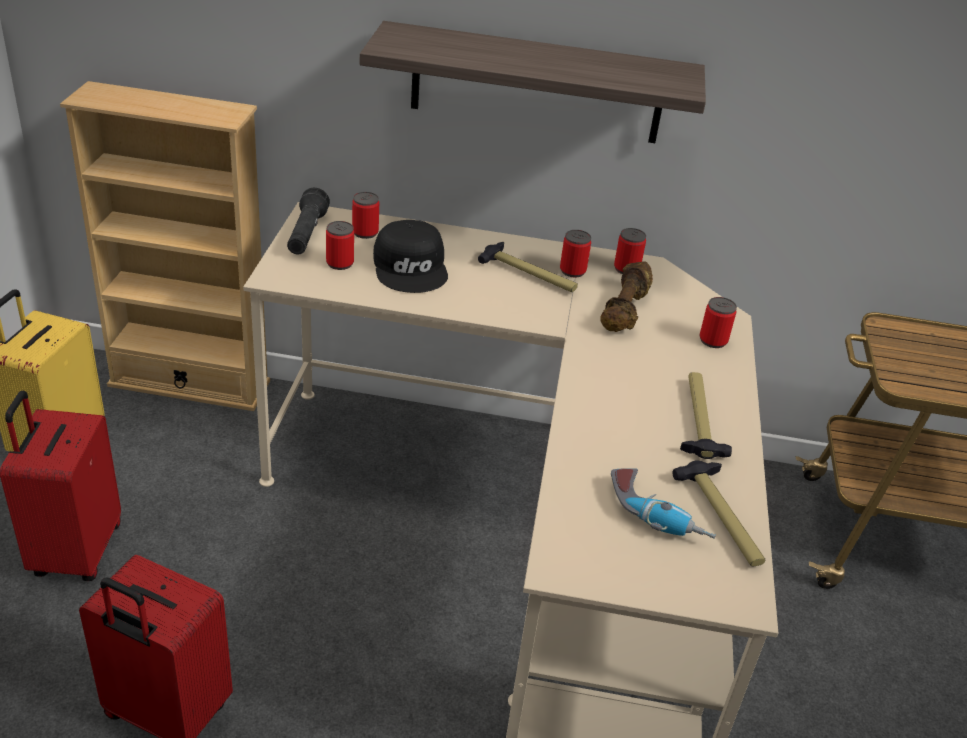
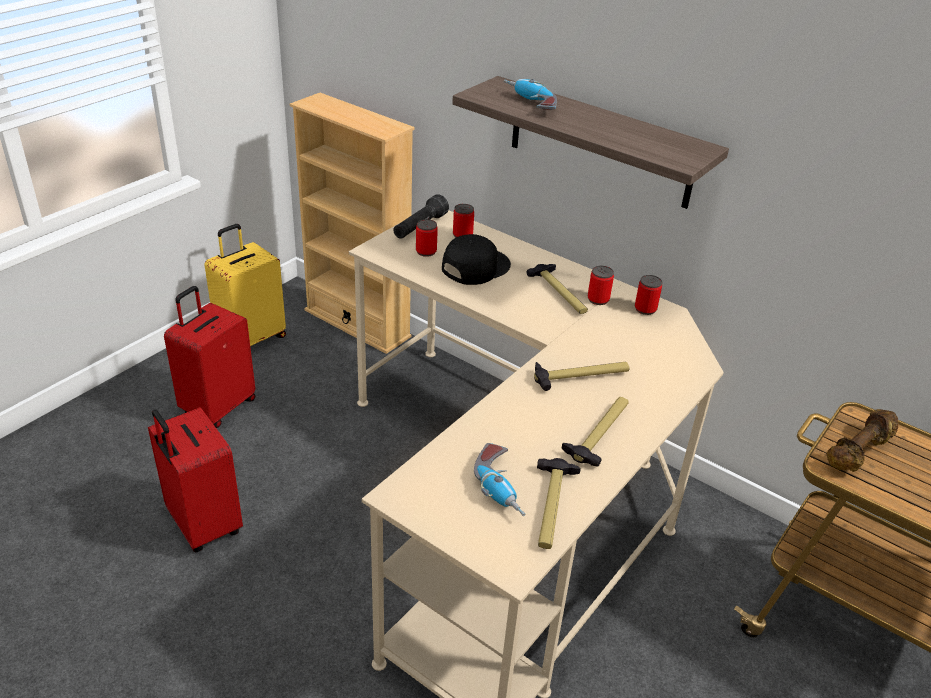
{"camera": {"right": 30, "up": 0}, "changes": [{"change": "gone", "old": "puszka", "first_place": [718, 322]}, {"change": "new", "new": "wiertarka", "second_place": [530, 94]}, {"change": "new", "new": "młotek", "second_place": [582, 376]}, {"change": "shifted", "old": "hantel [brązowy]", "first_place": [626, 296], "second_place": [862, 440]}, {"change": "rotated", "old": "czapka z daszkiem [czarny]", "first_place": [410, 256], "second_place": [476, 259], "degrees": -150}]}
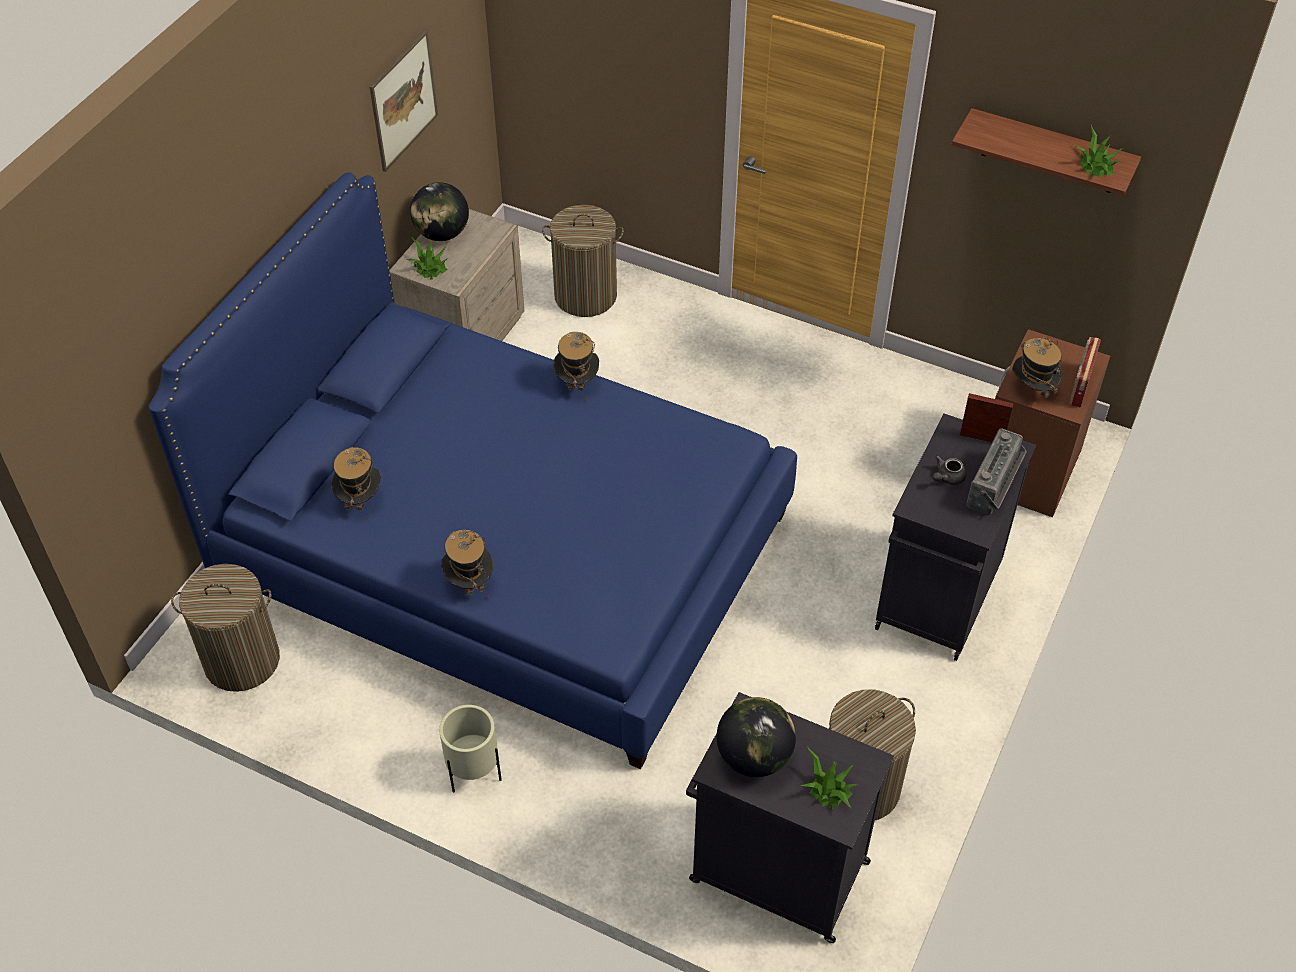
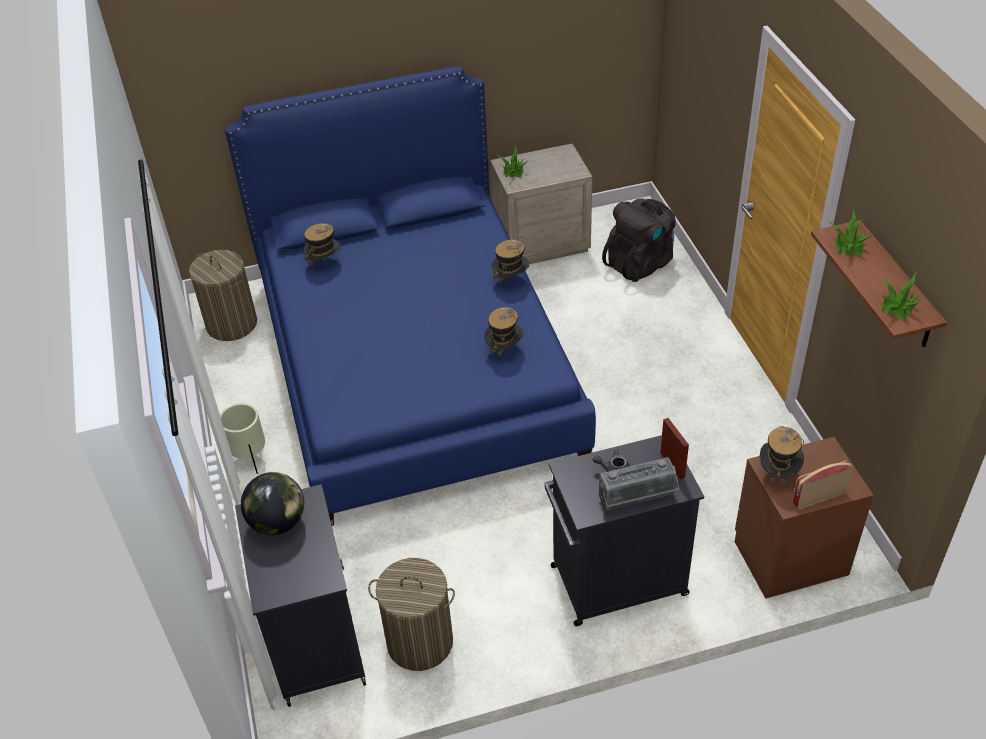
{"camera": {"right": 50, "up": -5}, "changes": [{"change": "gone", "old": "obraz", "first_place": [403, 101]}, {"change": "gone", "old": "globus", "first_place": [439, 211]}, {"change": "shifted", "old": "kapelusz", "first_place": [467, 562], "second_place": [504, 331]}, {"change": "shifted", "old": "roślina doniczkowa", "first_place": [829, 778], "second_place": [851, 232]}, {"change": "swapped", "old": "kosz na pranie", "new": "plecak [czarny]", "first_place": [583, 261], "second_place": [639, 240]}]}
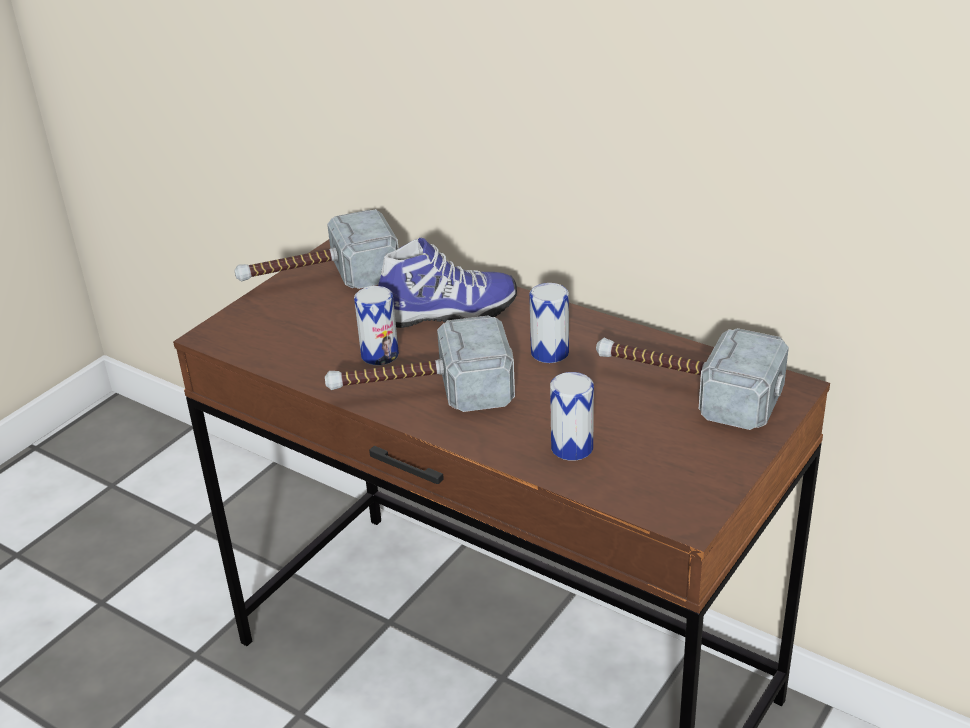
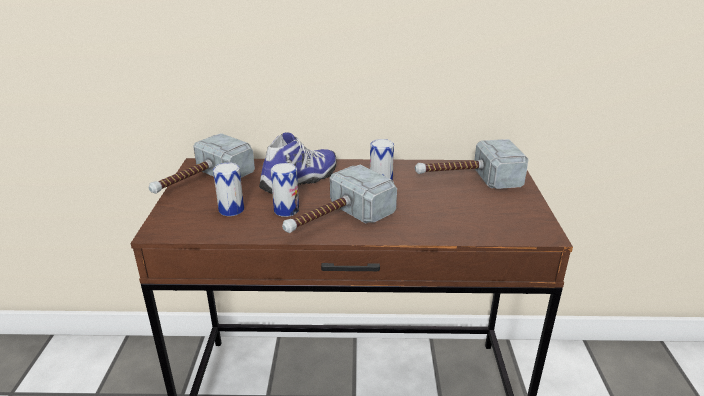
{"camera": {"right": -35, "up": -5}, "changes": [{"change": "shifted", "old": "puszka", "first_place": [572, 416], "second_place": [228, 189]}]}
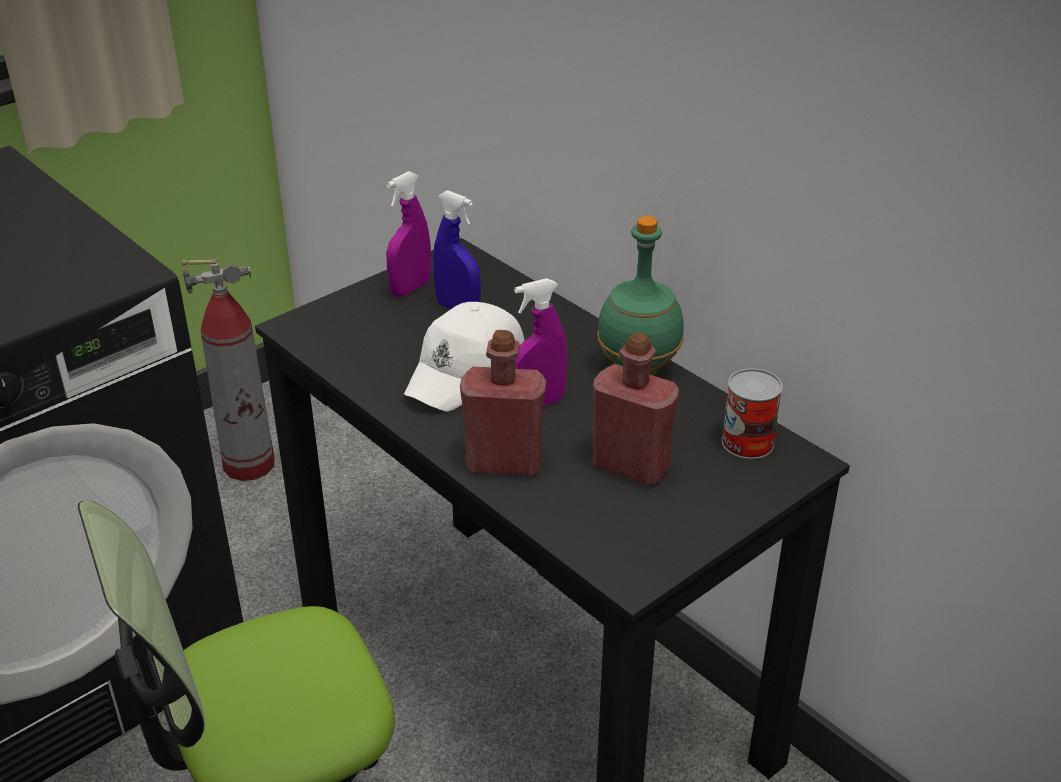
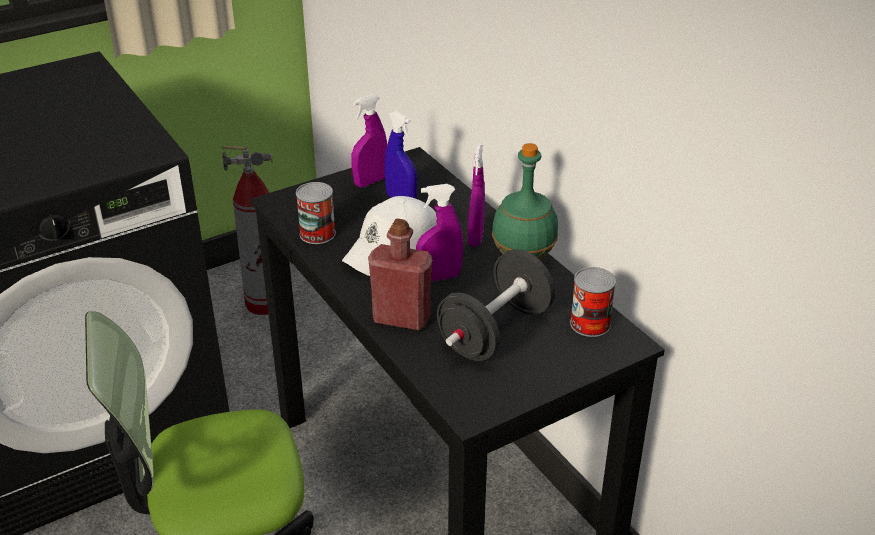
{"camera": {"right": 10, "up": 0}, "changes": [{"change": "new", "new": "puszka", "second_place": [316, 213]}, {"change": "new", "new": "spryskiwacz [fioletowy]", "second_place": [476, 196]}, {"change": "swapped", "old": "butelka [czerwony]", "new": "hantel [czarny]", "first_place": [636, 409], "second_place": [496, 305]}]}
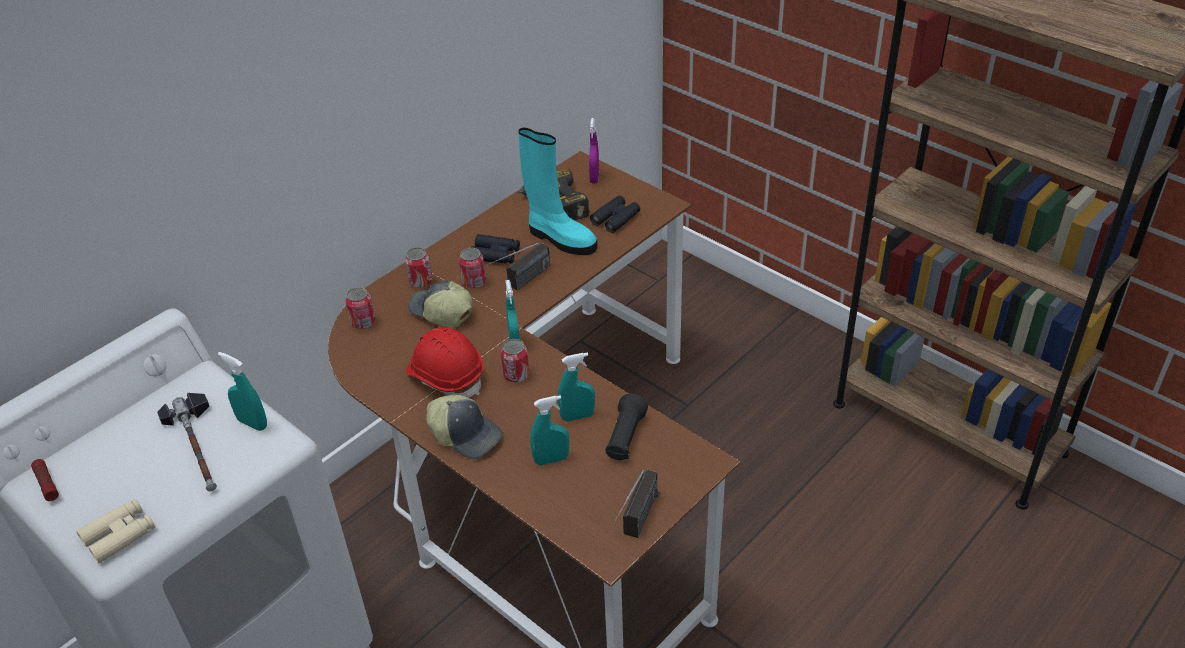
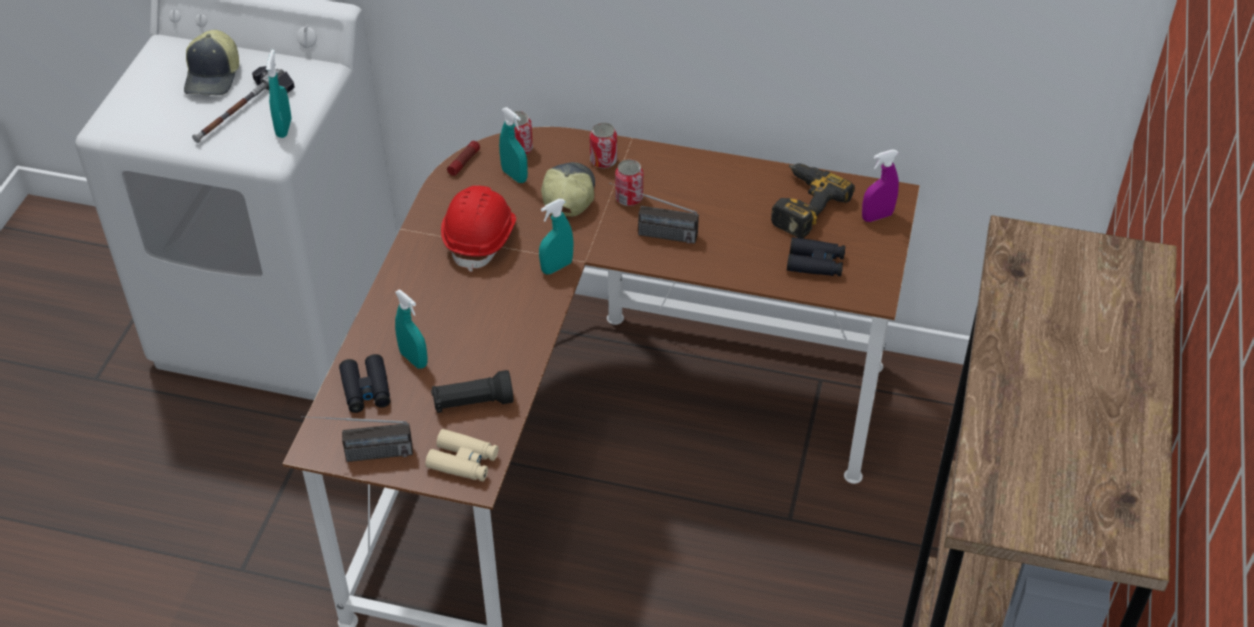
{"camera": {"right": 60, "up": 5}, "changes": [{"change": "gone", "old": "puszka", "first_place": [515, 361]}, {"change": "gone", "old": "but z cholewką [turkusowy]", "first_place": [557, 191]}, {"change": "shifted", "old": "latarka", "first_place": [45, 480], "second_place": [463, 158]}, {"change": "shifted", "old": "lornetka [beżowy]", "first_place": [115, 531], "second_place": [461, 455]}, {"change": "shifted", "old": "czapka z daszkiem", "first_place": [464, 426], "second_place": [211, 62]}, {"change": "shifted", "old": "lornetka [czarny]", "first_place": [495, 249], "second_place": [364, 383]}, {"change": "shifted", "old": "spryskiwacz [turkusowy]", "first_place": [576, 386], "second_place": [513, 145]}]}
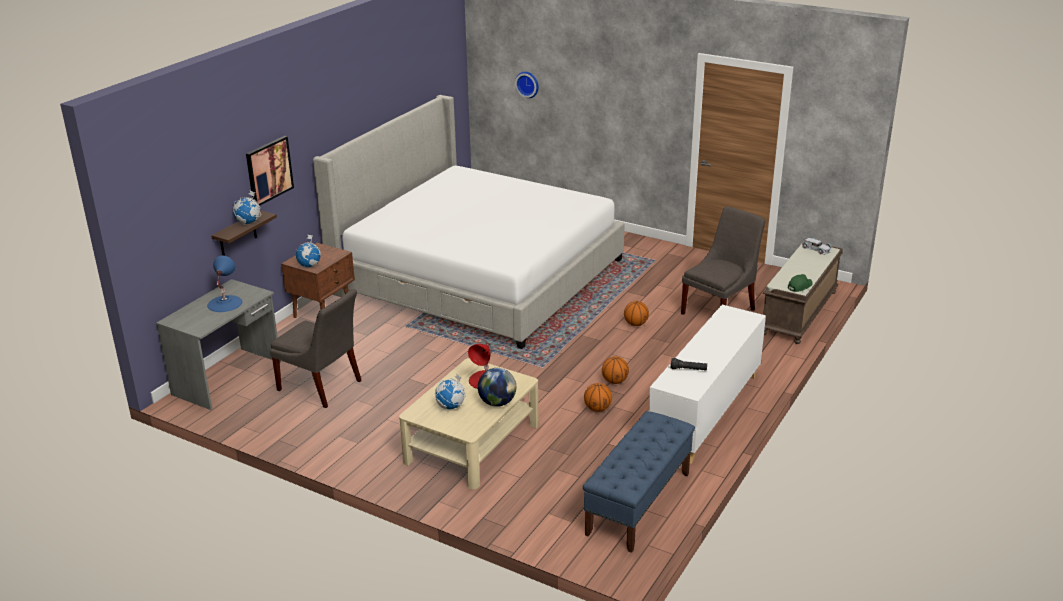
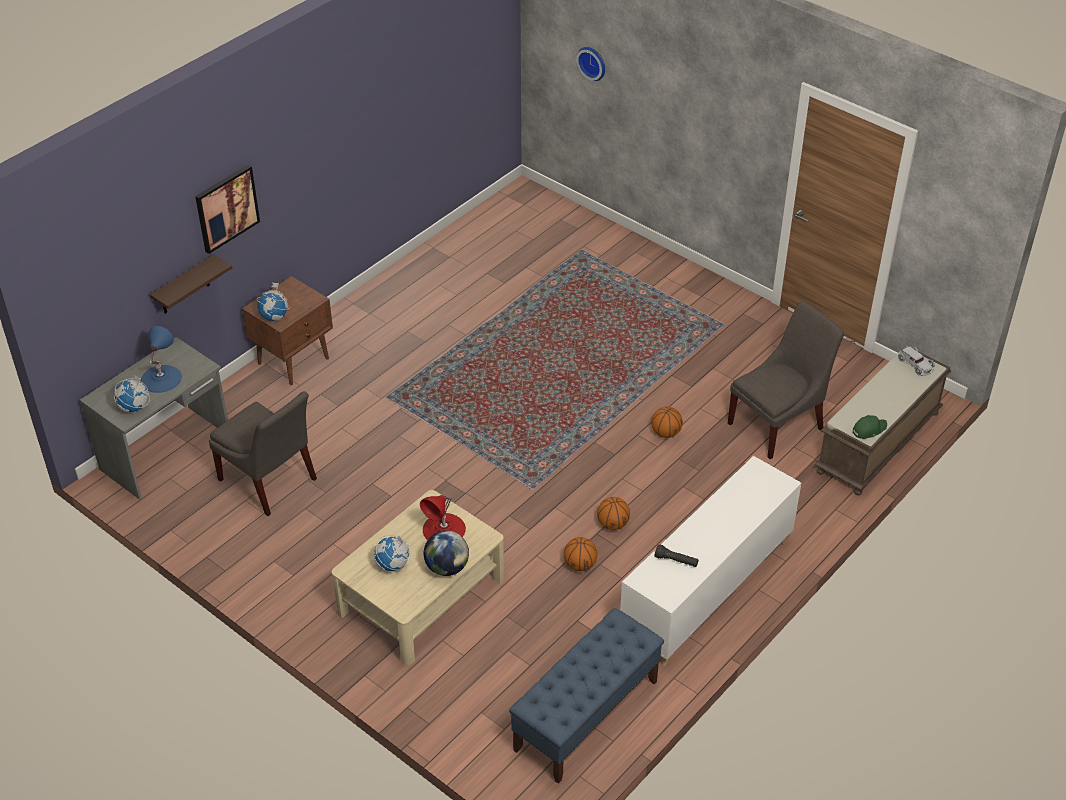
{"camera": {"right": 10, "up": 15}, "changes": [{"change": "gone", "old": "łóżko", "first_place": [469, 222]}, {"change": "shifted", "old": "globus", "first_place": [247, 207], "second_place": [132, 393]}]}
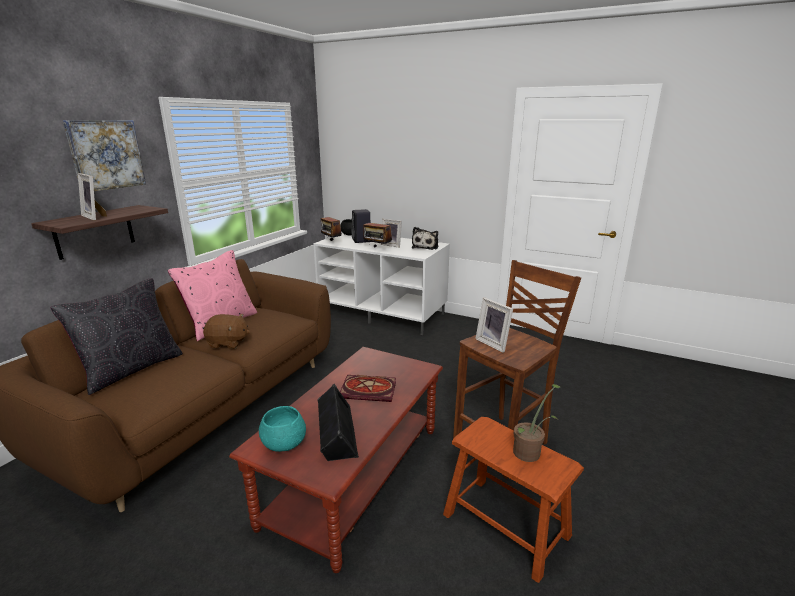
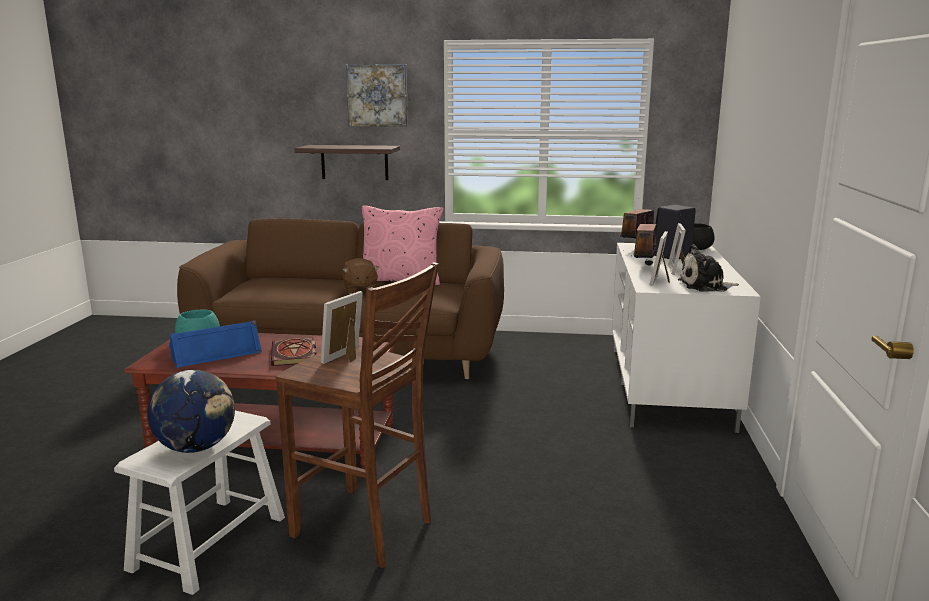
{"camera": {"right": 70, "up": -5}, "changes": [{"change": "gone", "old": "poduszka [czarny]", "first_place": [116, 336]}, {"change": "shifted", "old": "ramka na zdjęcie", "first_place": [92, 196], "second_place": [660, 258]}, {"change": "swapped", "old": "roślina doniczkowa", "new": "globus", "first_place": [536, 423], "second_place": [191, 411]}, {"change": "repainted", "old": "głośnik [czarny]", "new": "głośnik [niebieski]", "first_place": [338, 422], "second_place": [215, 344]}, {"change": "repainted", "old": "stołek [brązowy]", "new": "stołek [biały]", "first_place": [513, 500], "second_place": [199, 503]}]}
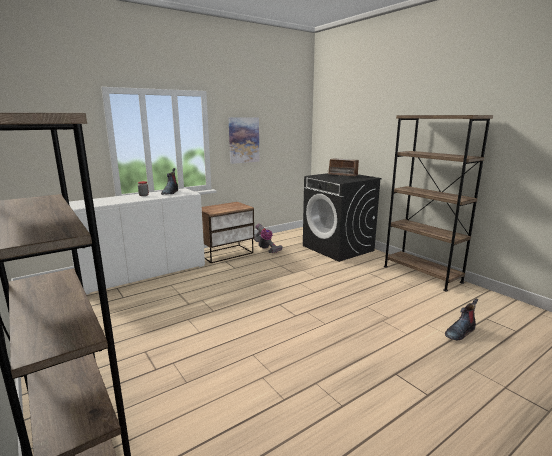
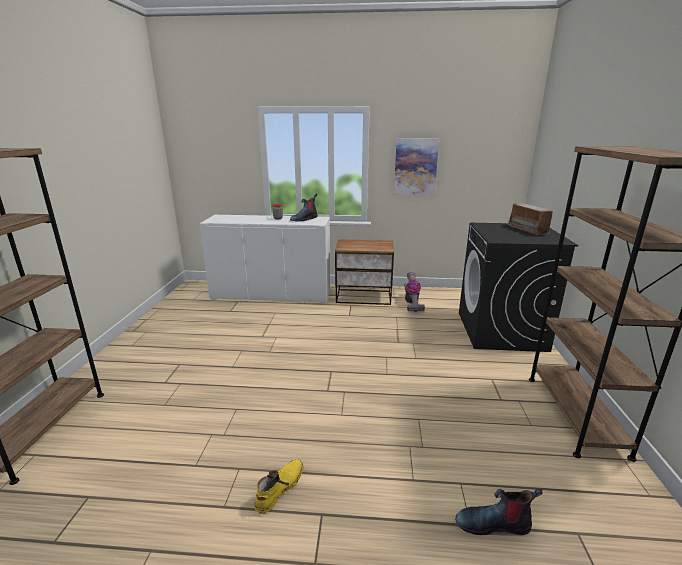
{"camera": {"right": 40, "up": 5}, "changes": [{"change": "new", "new": "but z cholewką [żółty]", "second_place": [279, 486]}]}
